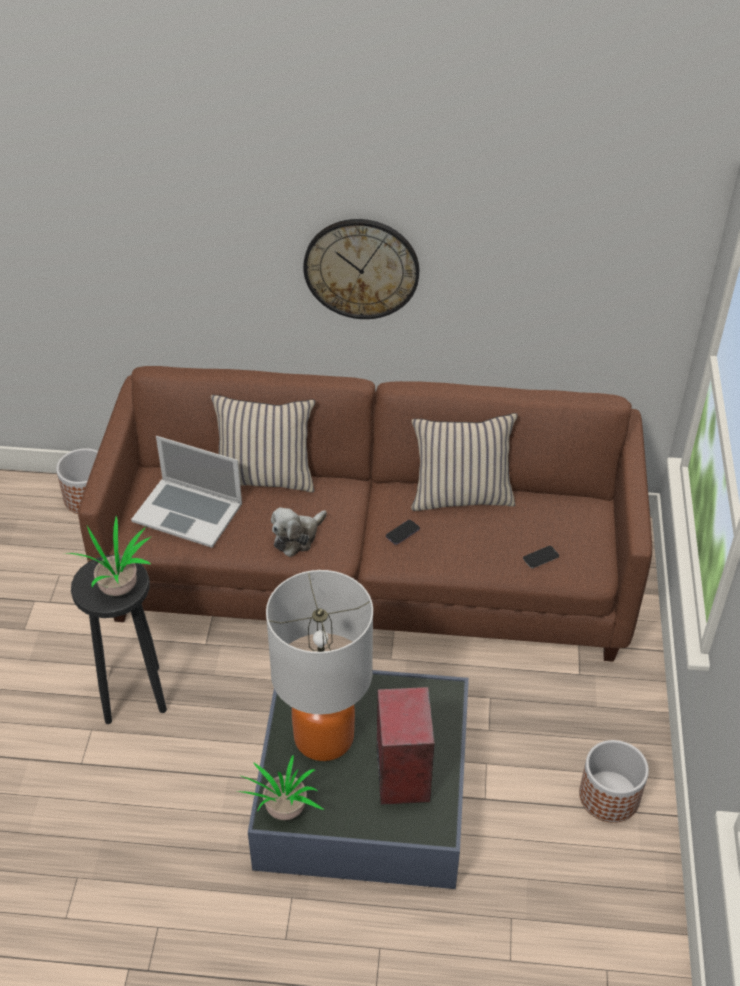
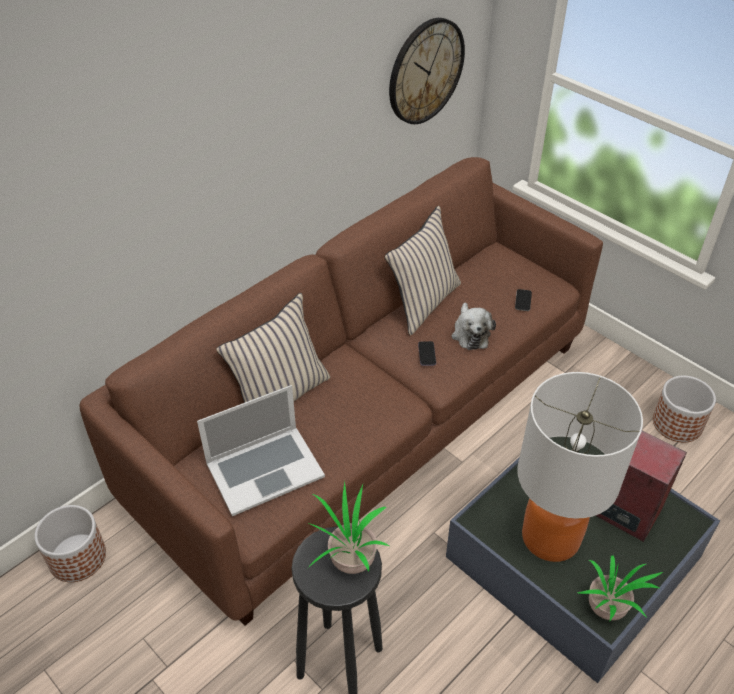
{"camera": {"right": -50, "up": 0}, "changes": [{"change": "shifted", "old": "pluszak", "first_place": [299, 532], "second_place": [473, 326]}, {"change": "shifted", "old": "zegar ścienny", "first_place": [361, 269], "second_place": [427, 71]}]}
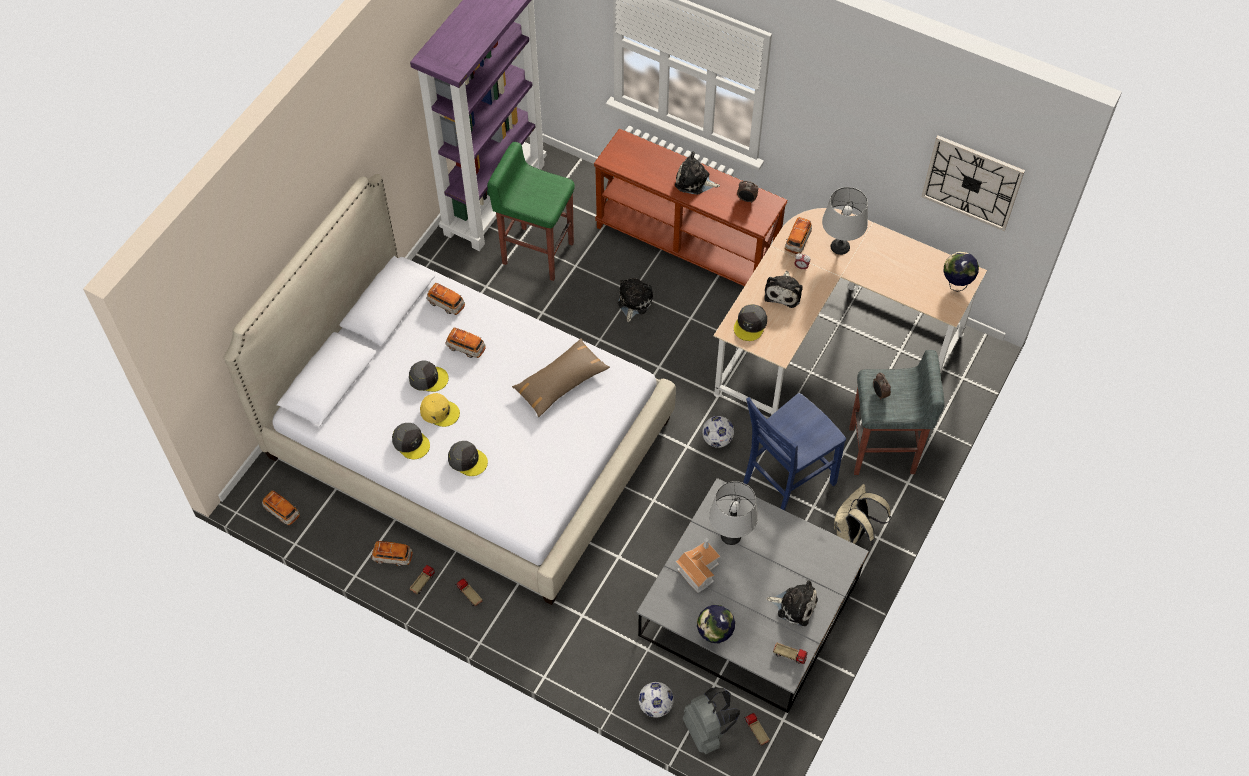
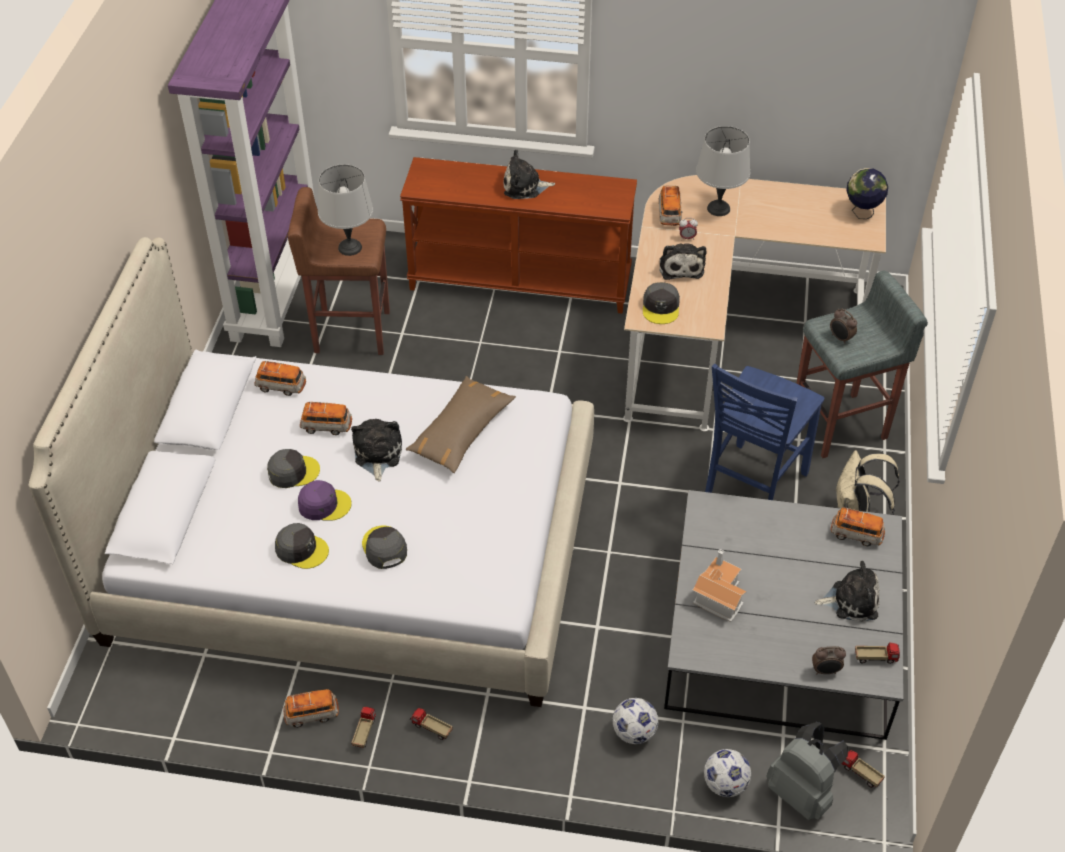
{"camera": {"right": -20, "up": -10}, "changes": [{"change": "gone", "old": "globus", "first_place": [716, 624]}, {"change": "gone", "old": "zegar ścienny", "first_place": [973, 183]}, {"change": "shifted", "old": "samochodzik", "first_place": [281, 508], "second_place": [858, 526]}, {"change": "shifted", "old": "pluszak", "first_place": [635, 300], "second_place": [376, 450]}, {"change": "shifted", "old": "piłka futbolowa", "first_place": [718, 432], "second_place": [635, 721]}, {"change": "shifted", "old": "lampa stołowa [szary]", "first_place": [733, 513], "second_place": [345, 210]}, {"change": "shifted", "old": "budzik", "first_place": [747, 192], "second_place": [829, 660]}, {"change": "repainted", "old": "czapka z daszkiem [żółty]", "new": "czapka z daszkiem [fioletowy]", "first_place": [440, 410], "second_place": [325, 500]}, {"change": "repainted", "old": "stołek [zielony]", "new": "stołek [brązowy]", "first_place": [531, 211], "second_place": [339, 271]}, {"change": "rotated", "old": "czapka z daszkiem [szary]", "first_place": [468, 458], "second_place": [384, 547], "degrees": -120}]}
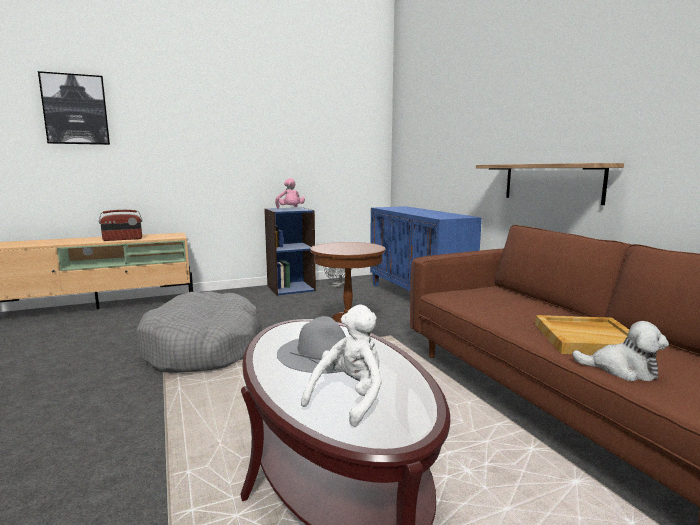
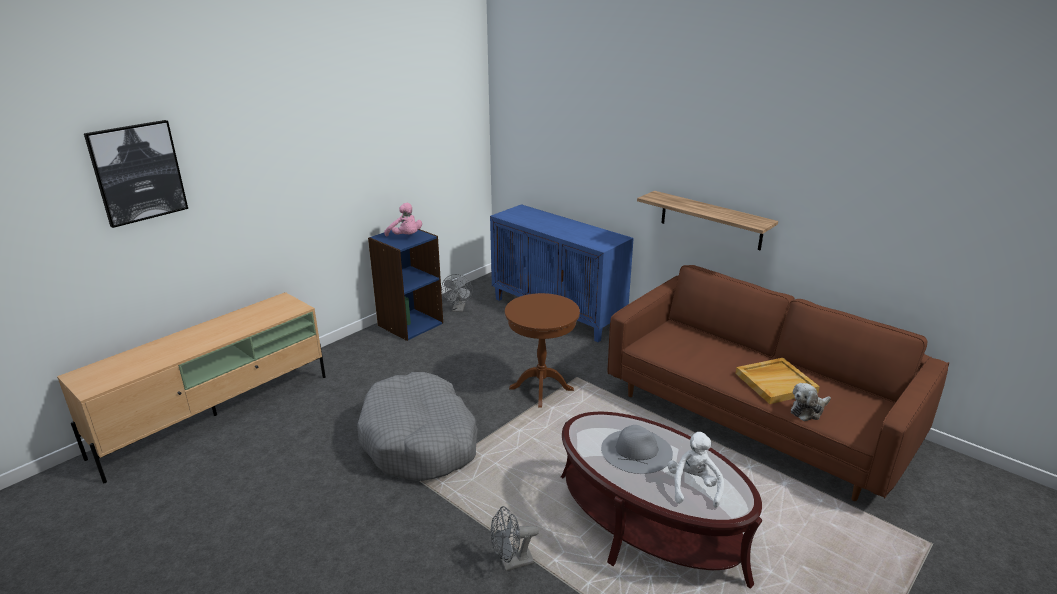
{"camera": {"right": -25, "up": 15}, "changes": [{"change": "gone", "old": "radio", "first_place": [120, 225]}, {"change": "new", "new": "wentylator [szary]", "second_place": [515, 539]}, {"change": "rotated", "old": "pluszak", "first_place": [620, 351], "second_place": [811, 402], "degrees": 150}]}
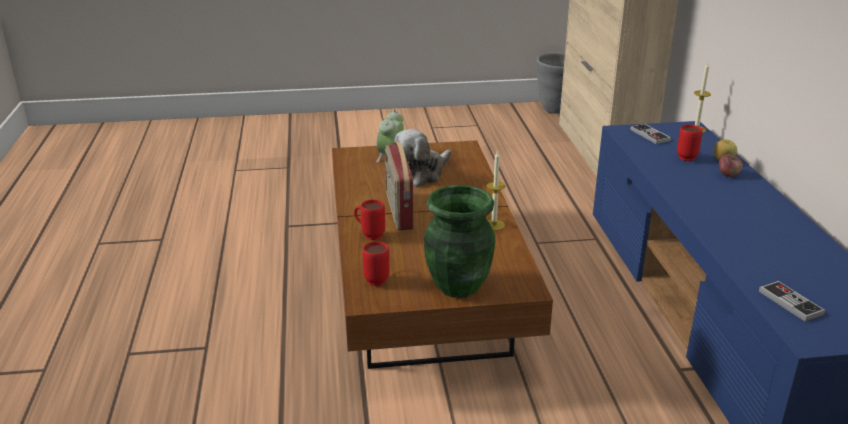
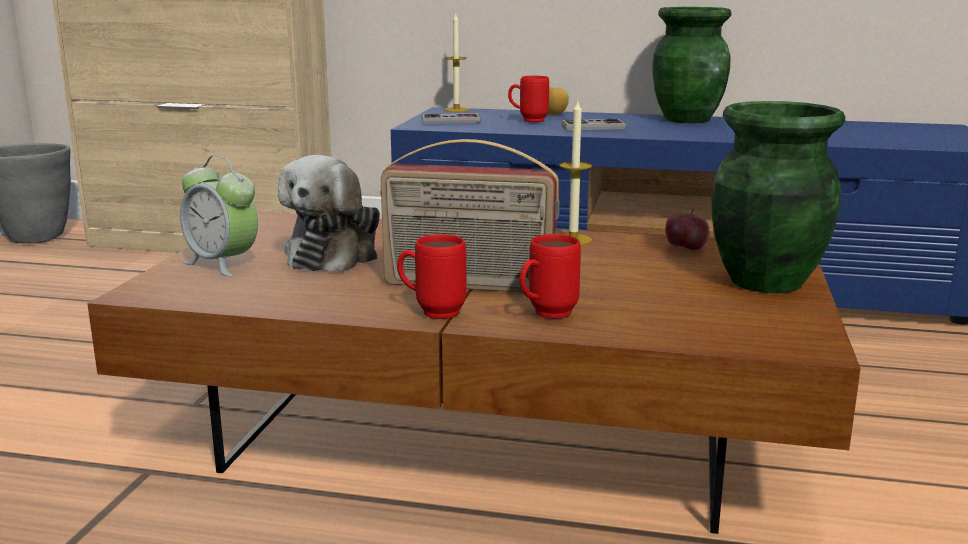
{"camera": {"right": -70, "up": -10}, "changes": [{"change": "new", "new": "wazon [zielony]", "second_place": [691, 65]}, {"change": "shifted", "old": "kubek [czerwony]", "first_place": [375, 264], "second_place": [432, 276]}, {"change": "shifted", "old": "jabłko", "first_place": [731, 165], "second_place": [687, 229]}, {"change": "shifted", "old": "pad do gier", "first_place": [792, 301], "second_place": [593, 124]}, {"change": "rotated", "old": "pluszak", "first_place": [422, 158], "second_place": [329, 214], "degrees": 45}]}
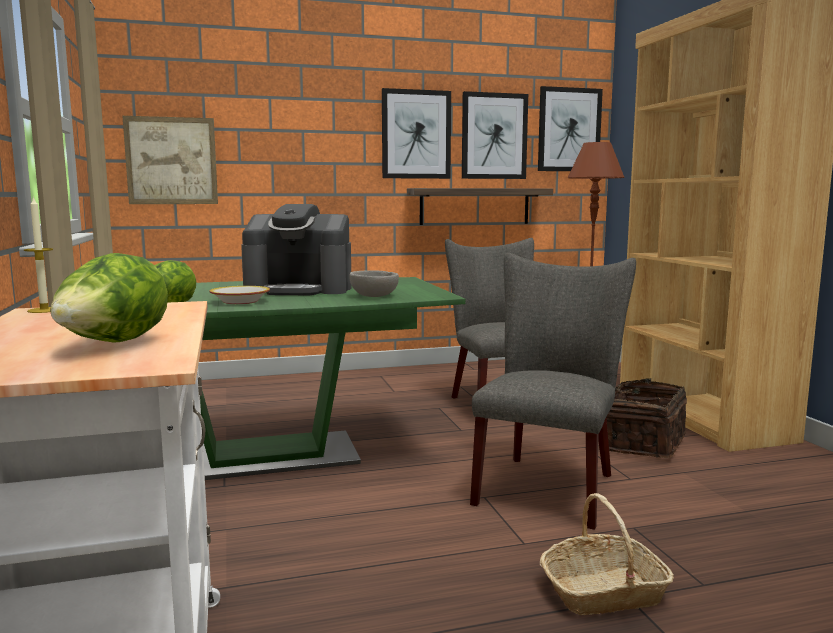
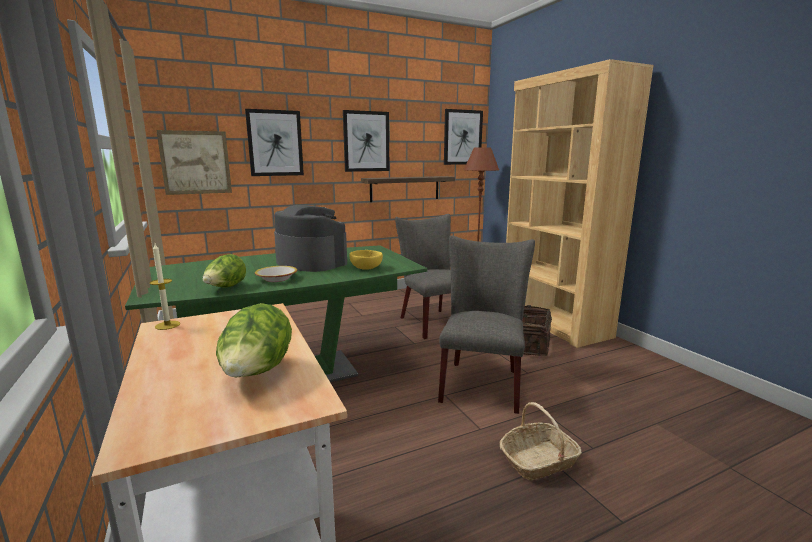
{"camera": {"right": -10, "up": 5}, "changes": [{"change": "shifted", "old": "obraz", "first_place": [495, 135], "second_place": [274, 142]}, {"change": "repainted", "old": "miska [szary]", "new": "miska [żółty]", "first_place": [374, 283], "second_place": [366, 260]}, {"change": "rotated", "old": "ekspres do kawy", "first_place": [296, 249], "second_place": [310, 238], "degrees": -135}]}
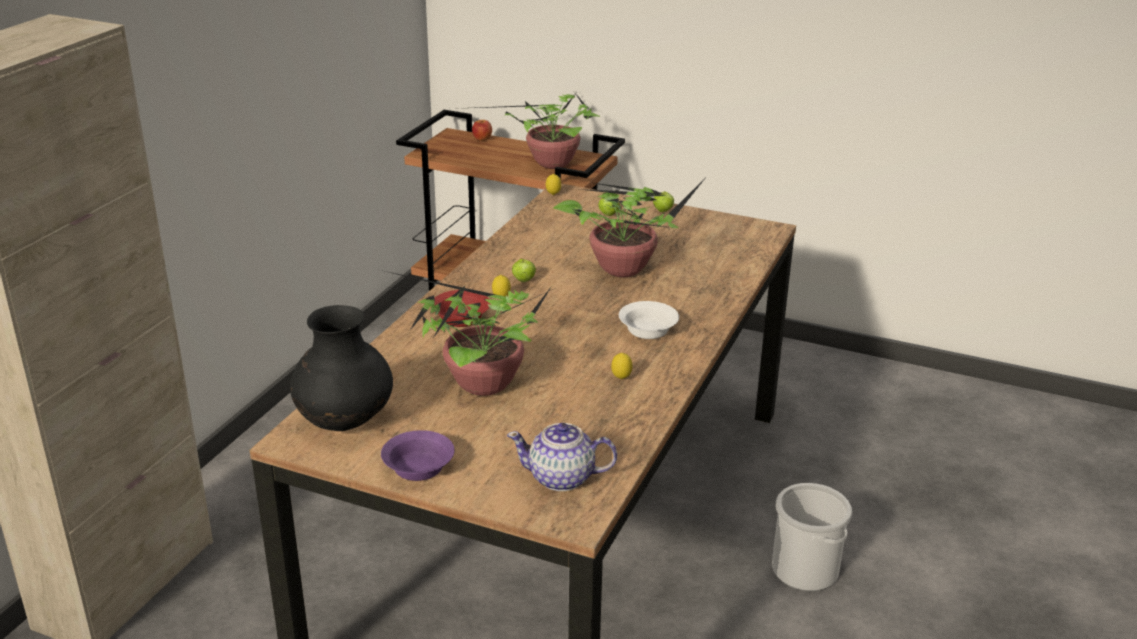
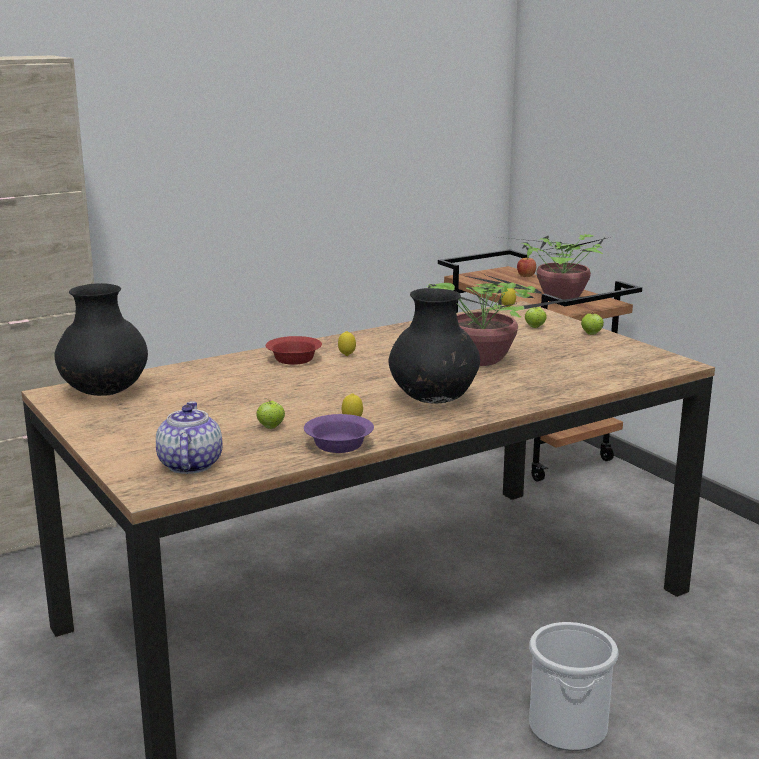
{"camera": {"right": 35, "up": -10}, "changes": [{"change": "gone", "old": "roślina doniczkowa", "first_place": [468, 333]}, {"change": "shifted", "old": "miska [fioletowy]", "first_place": [418, 455], "second_place": [339, 433]}, {"change": "shifted", "old": "jabłko", "first_place": [524, 270], "second_place": [270, 413]}, {"change": "swapped", "old": "miska [biały]", "new": "wazon [czarny]", "first_place": [649, 320], "second_place": [434, 346]}, {"change": "rotated", "old": "imbryk", "first_place": [562, 457], "second_place": [189, 437], "degrees": 45}]}
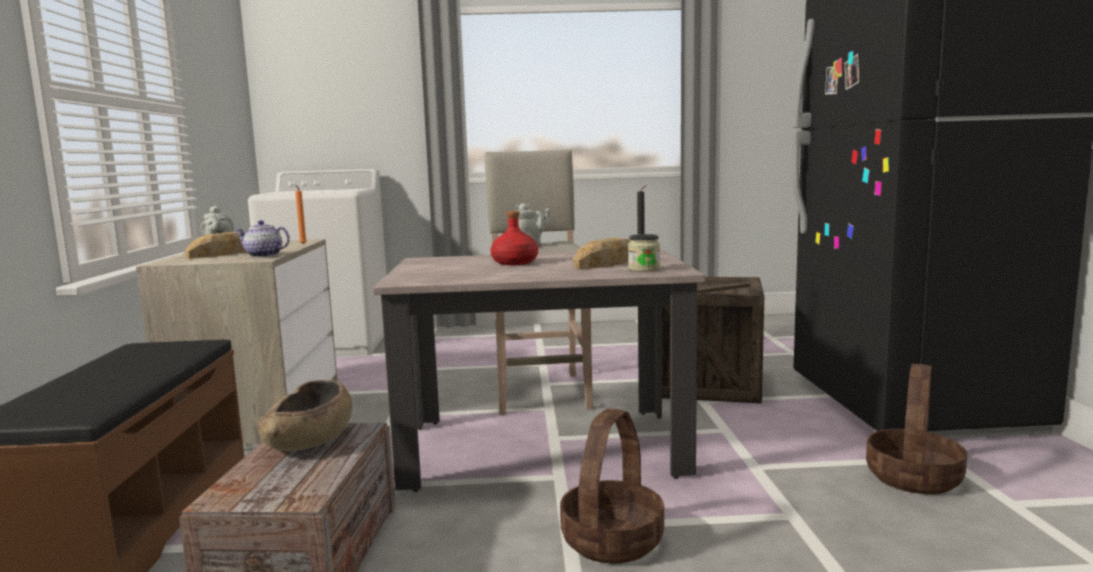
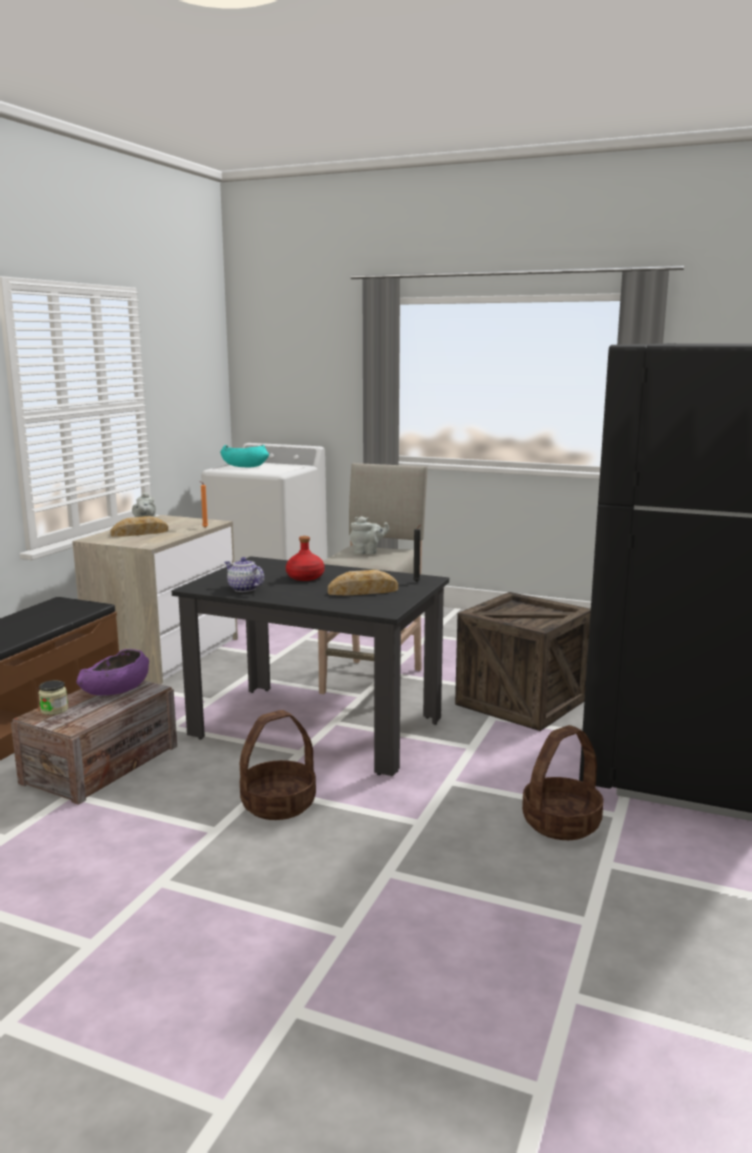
{"camera": {"right": 25, "up": 5}, "changes": [{"change": "new", "new": "miska [turkusowy]", "second_place": [244, 456]}, {"change": "shifted", "old": "imbryk", "first_place": [262, 238], "second_place": [244, 574]}, {"change": "shifted", "old": "słoik", "first_place": [644, 253], "second_place": [53, 697]}, {"change": "repainted", "old": "miska [brązowy]", "new": "miska [fioletowy]", "first_place": [304, 415], "second_place": [112, 672]}, {"change": "repainted", "old": "stół jadalny [beżowy]", "new": "stół jadalny [czarny]", "first_place": [539, 370], "second_place": [310, 666]}]}
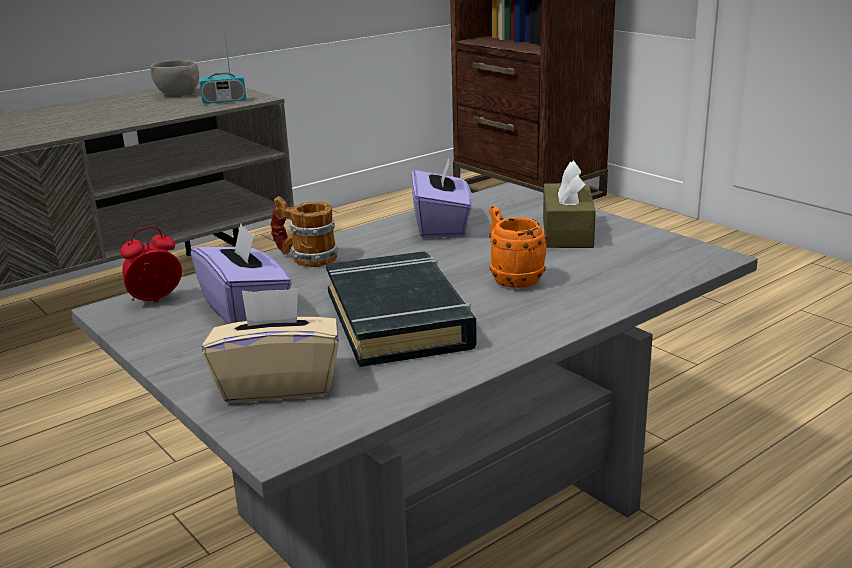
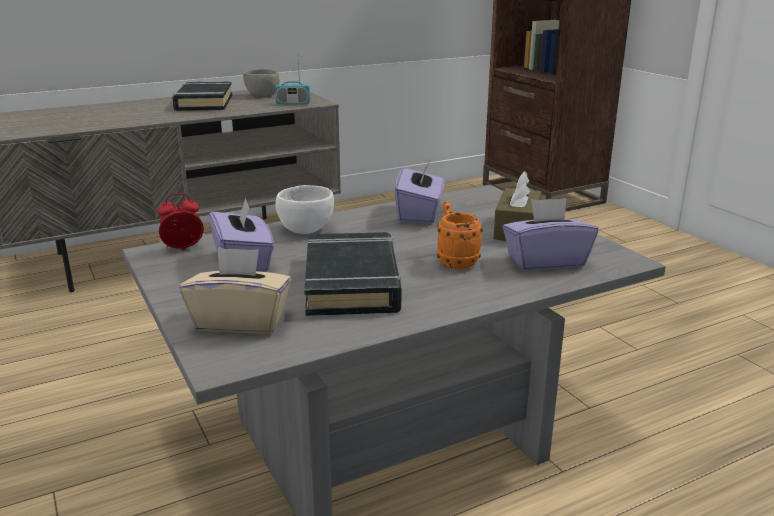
{"camera": {"right": 10, "up": 0}, "changes": [{"change": "new", "new": "książka [czarny]", "second_place": [202, 96]}, {"change": "new", "new": "pudełko chusteczek [fioletowy]", "second_place": [550, 234]}, {"change": "swapped", "old": "kubek", "new": "miska [biały]", "first_place": [304, 231], "second_place": [304, 209]}]}
